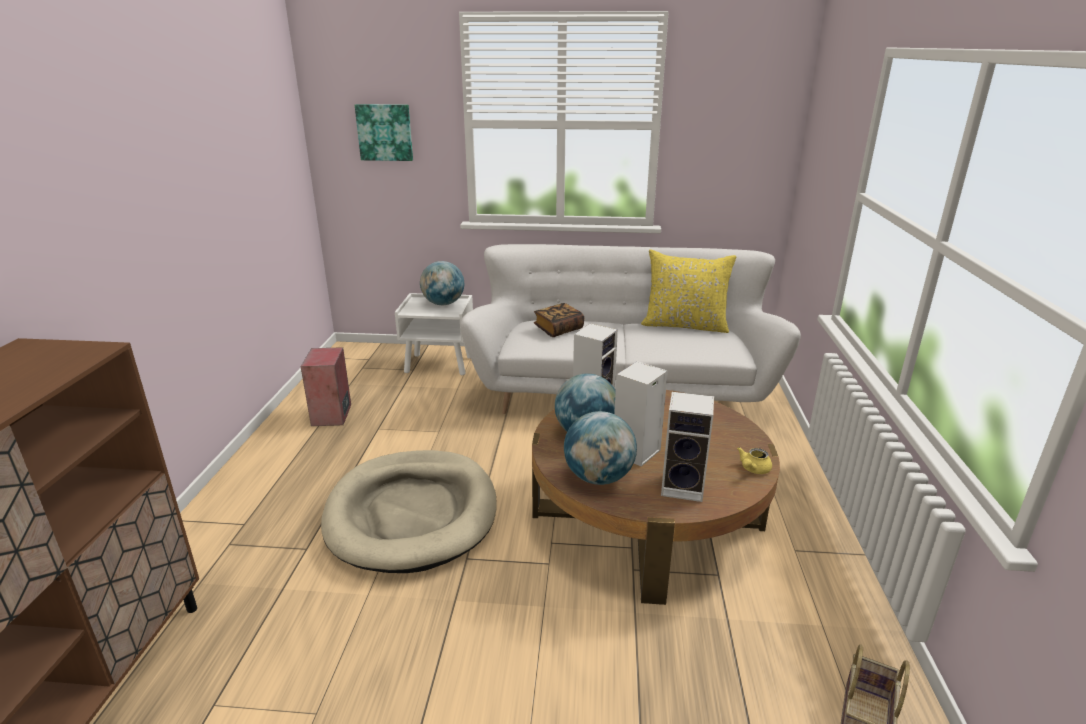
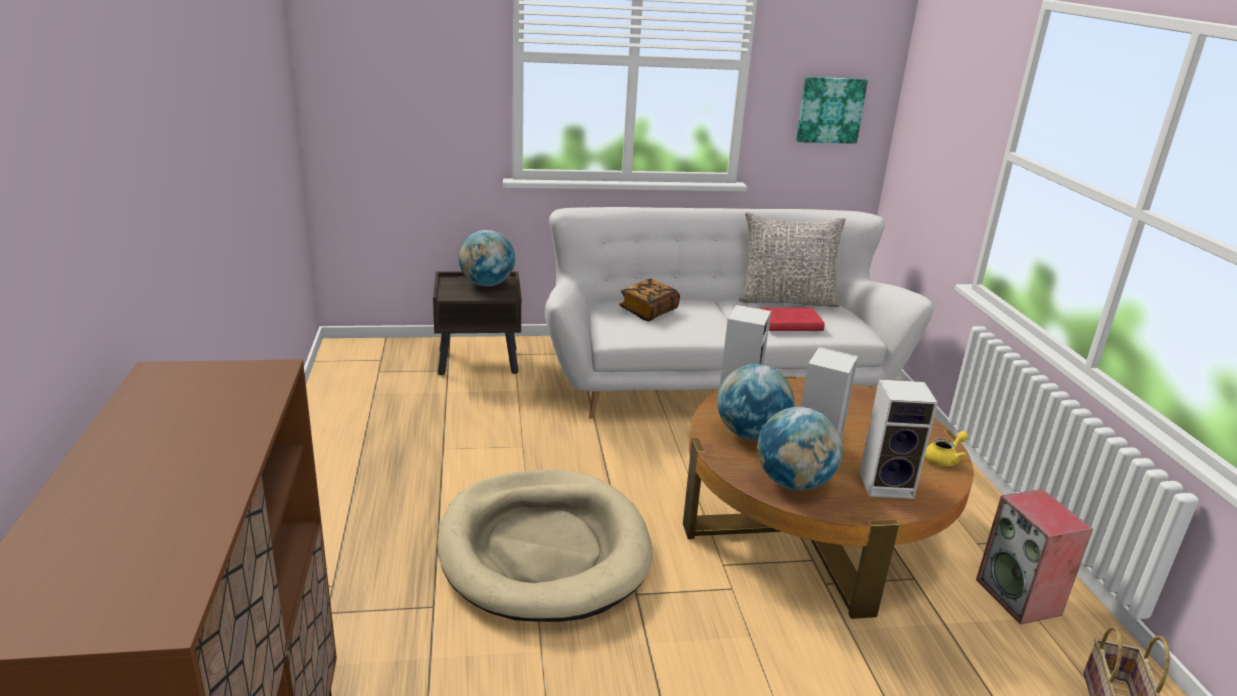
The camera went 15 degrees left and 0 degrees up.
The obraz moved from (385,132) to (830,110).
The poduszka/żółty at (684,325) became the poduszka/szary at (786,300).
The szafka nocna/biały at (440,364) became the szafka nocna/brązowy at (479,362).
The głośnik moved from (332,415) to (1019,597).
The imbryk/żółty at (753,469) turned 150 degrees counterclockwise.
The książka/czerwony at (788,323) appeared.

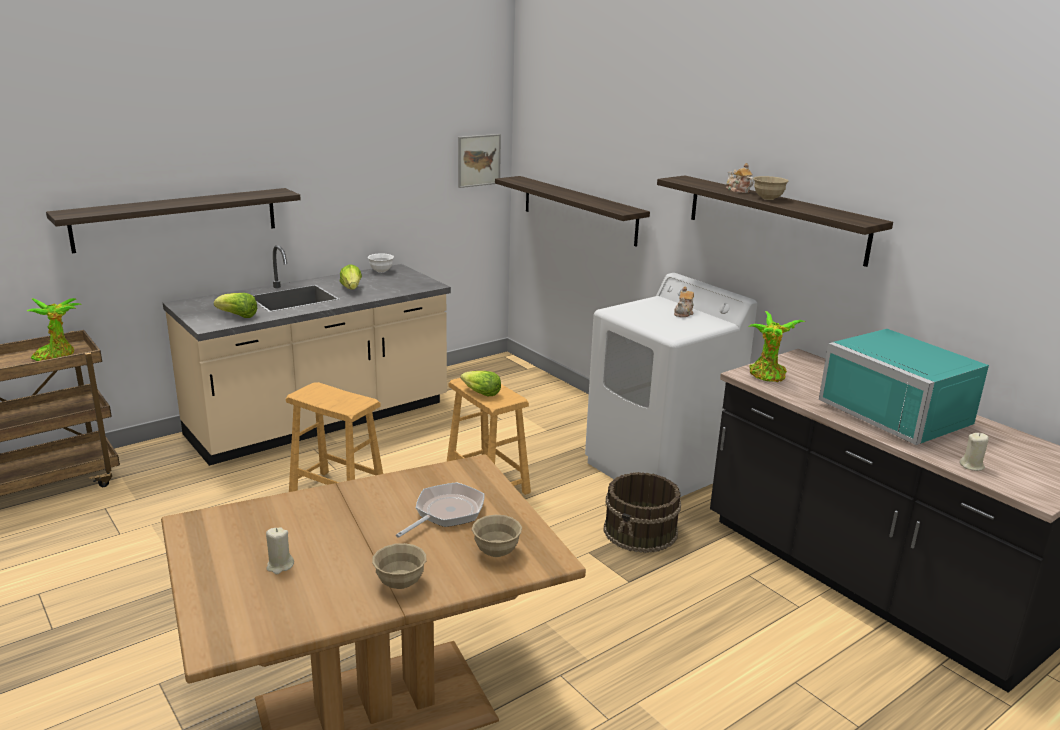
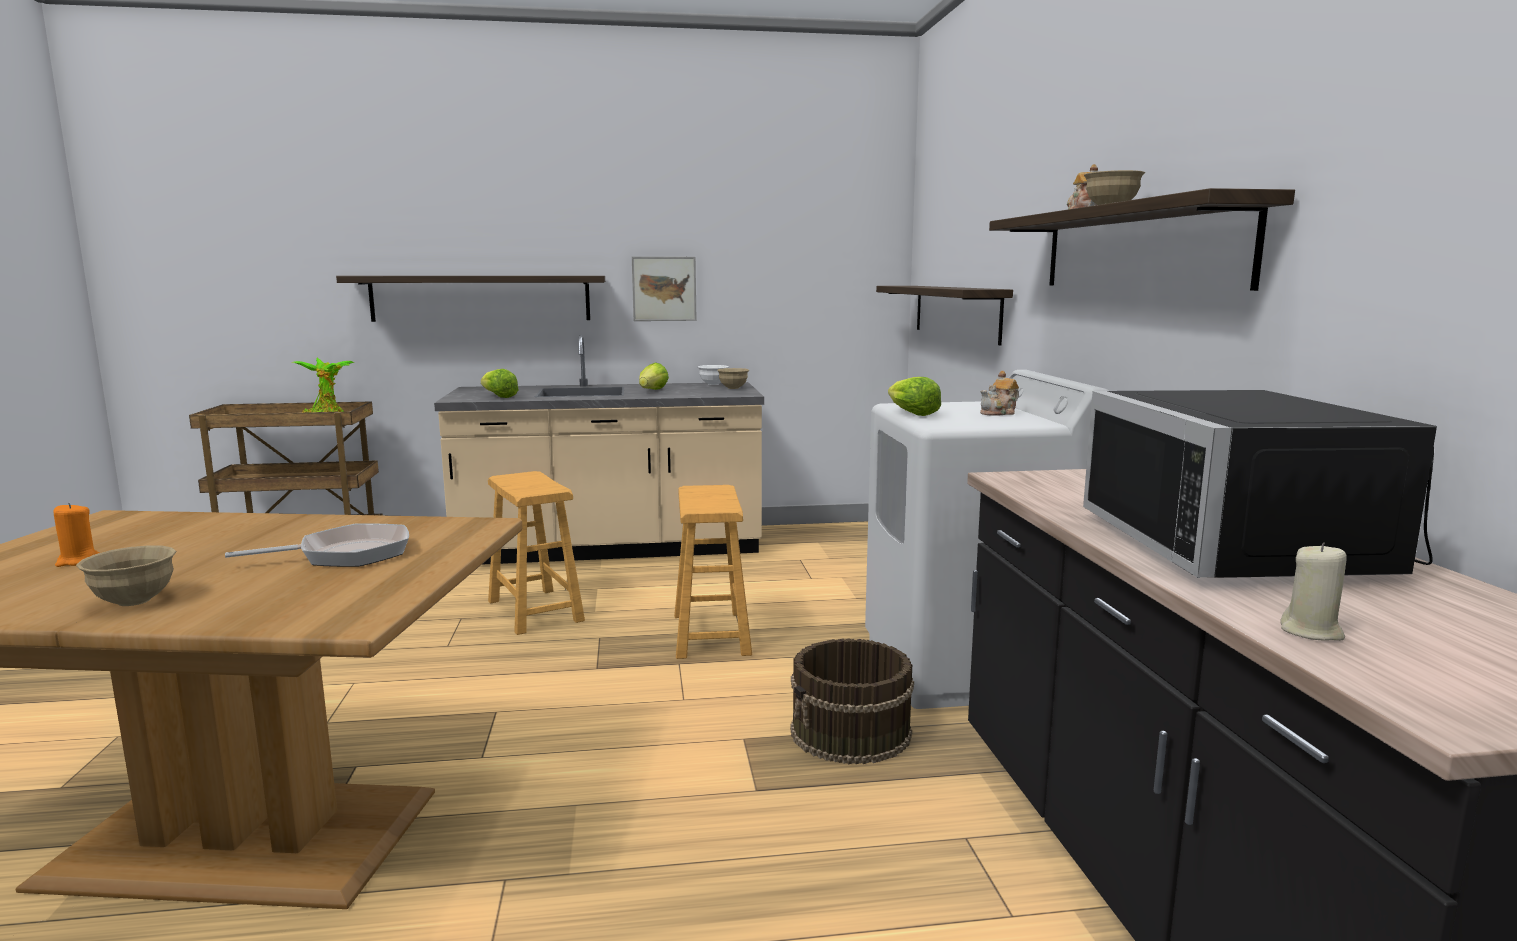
The camera went 30 degrees right and 10 degrees down.
The obraz moved from (478,160) to (664,288).
The roślina doniczkowa at (767,376) disappeared.
The mikrofalówka/turkusowy at (901,414) became the mikrofalówka/czarny at (1248,546).
The sałata moved from (480,393) to (911,414).
The miska/beżowy moved from (496,552) to (733,388).
The świeca/beżowy at (279,566) became the świeca/pomarańczowy at (78,561).

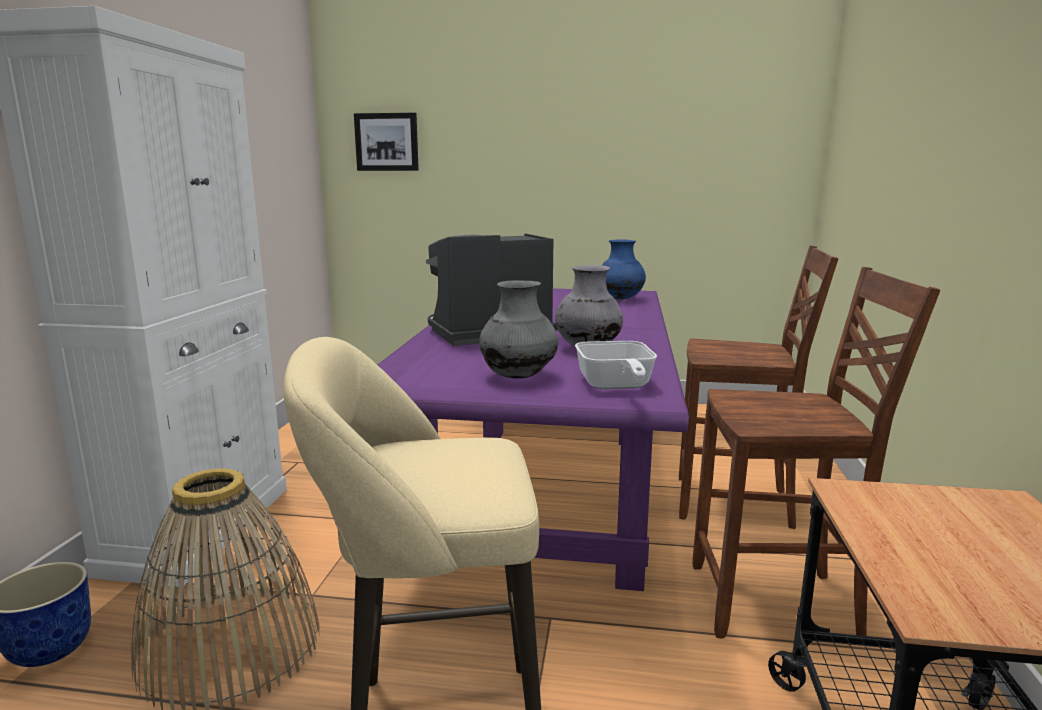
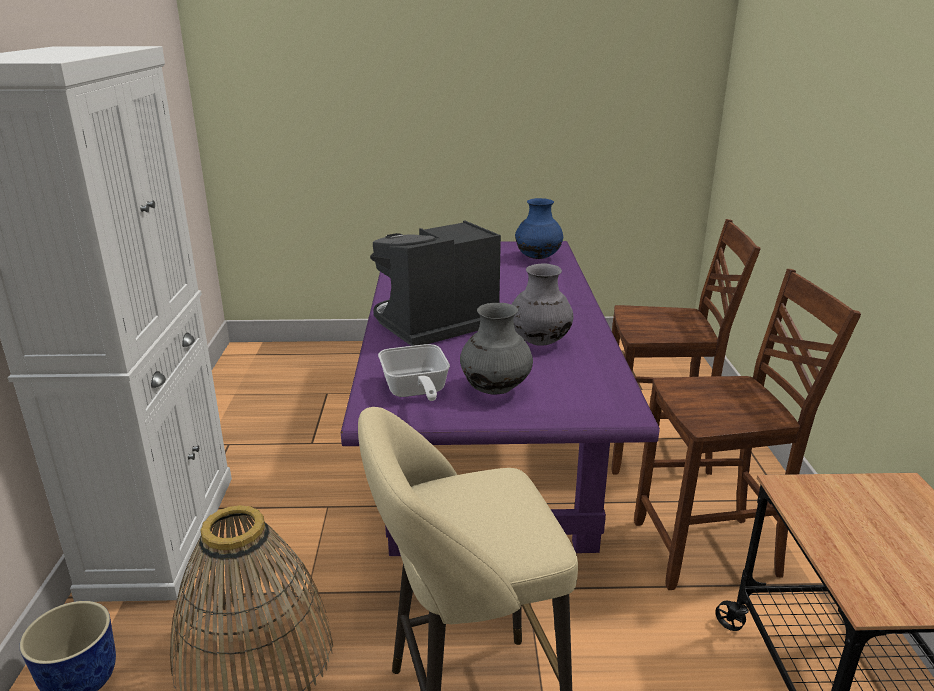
The camera went 10 degrees left and 10 degrees up.
The obraz at (387,142) disappeared.
The patelnia moved from (614,386) to (415,391).

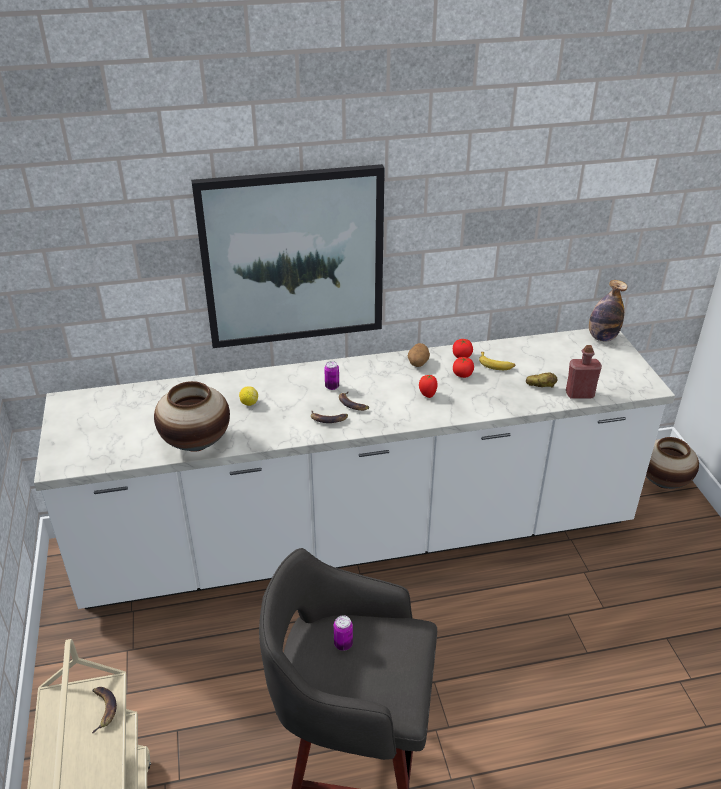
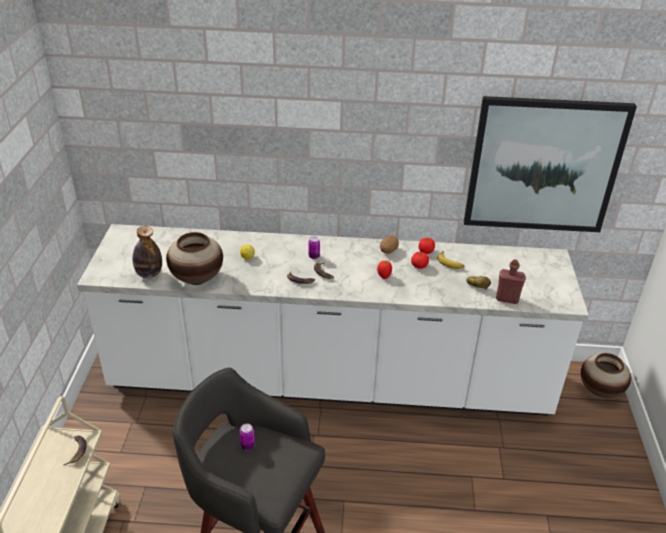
The camera went 15 degrees right and 0 degrees up.
The obraz moved from (293,258) to (543,166).
The butelka moved from (602,337) to (149,274).

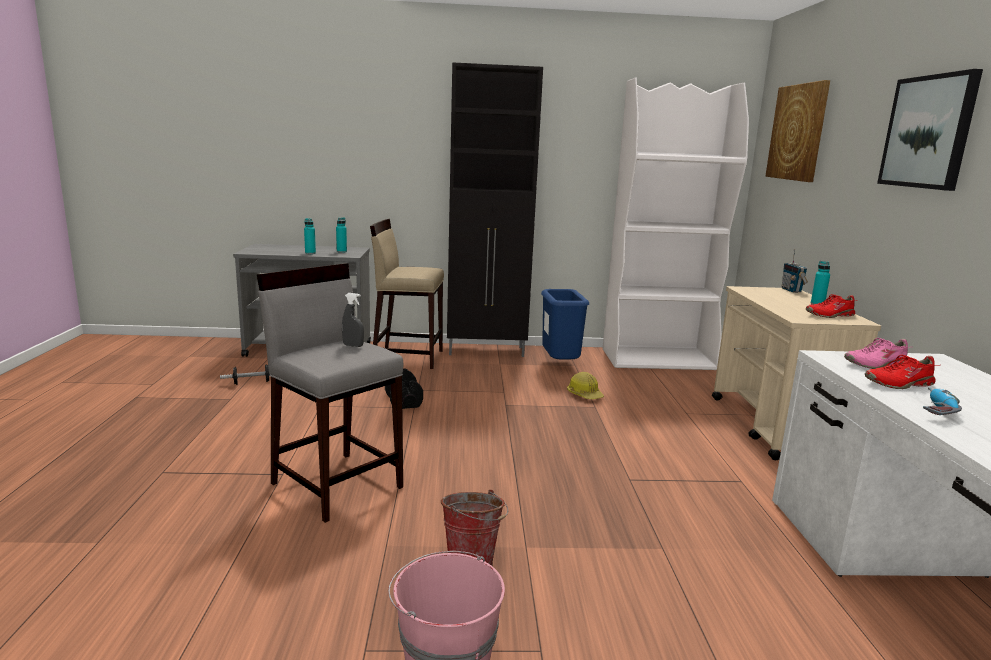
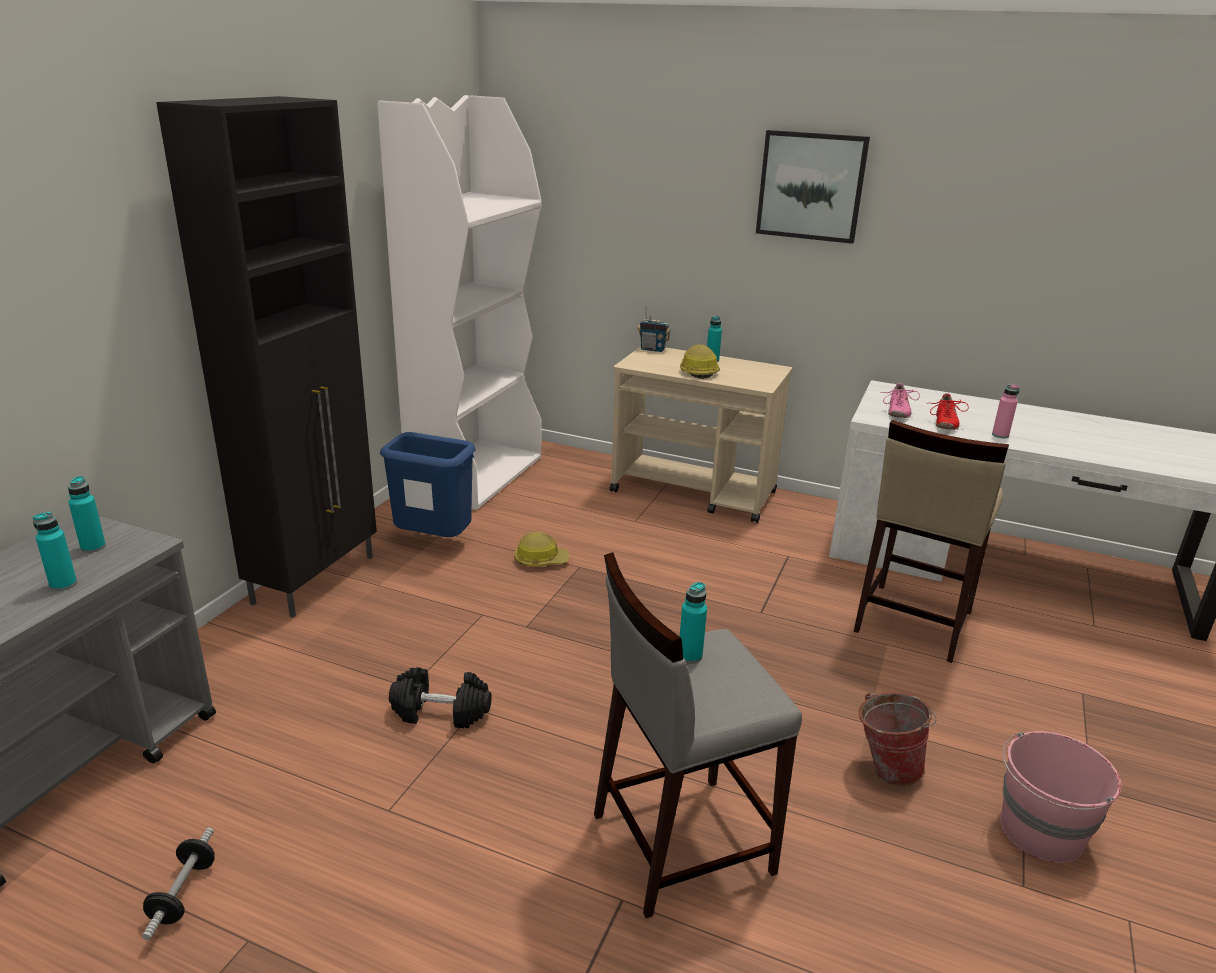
The camera went 65 degrees left and 10 degrees up.
The obraz at (798,132) disappeared.
The stołek/beżowy moved from (407,357) to (911,621).
The spryskiwacz/szary at (353,345) was replaced by the butelka/turkusowy at (690,656).
The but/czerwony at (829,315) disappeared.
The wiertarka at (934,410) was replaced by the butelka/różowy at (1000,435).
The kask at (697,371) appeared.

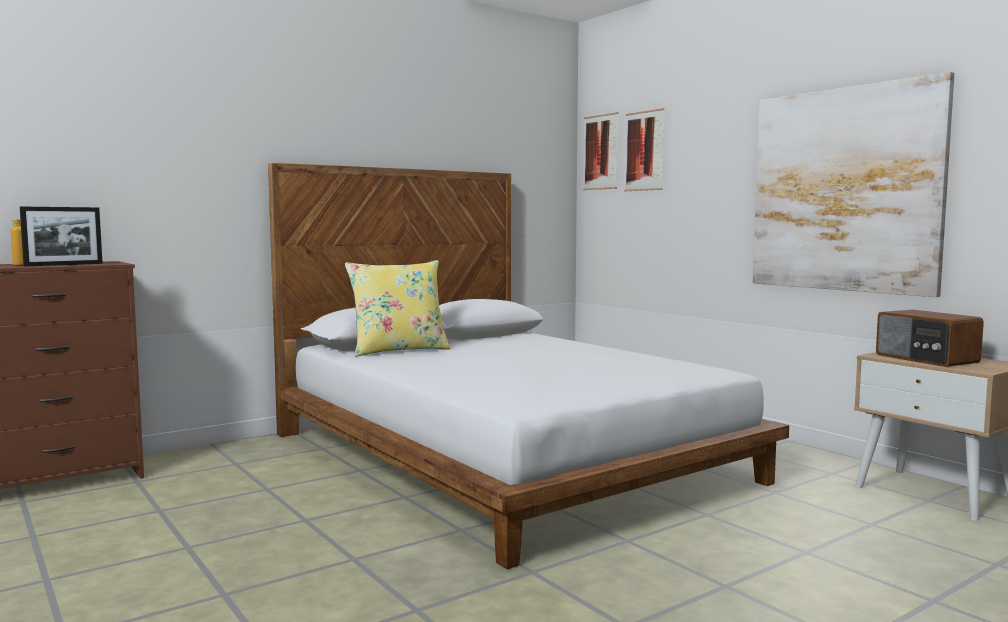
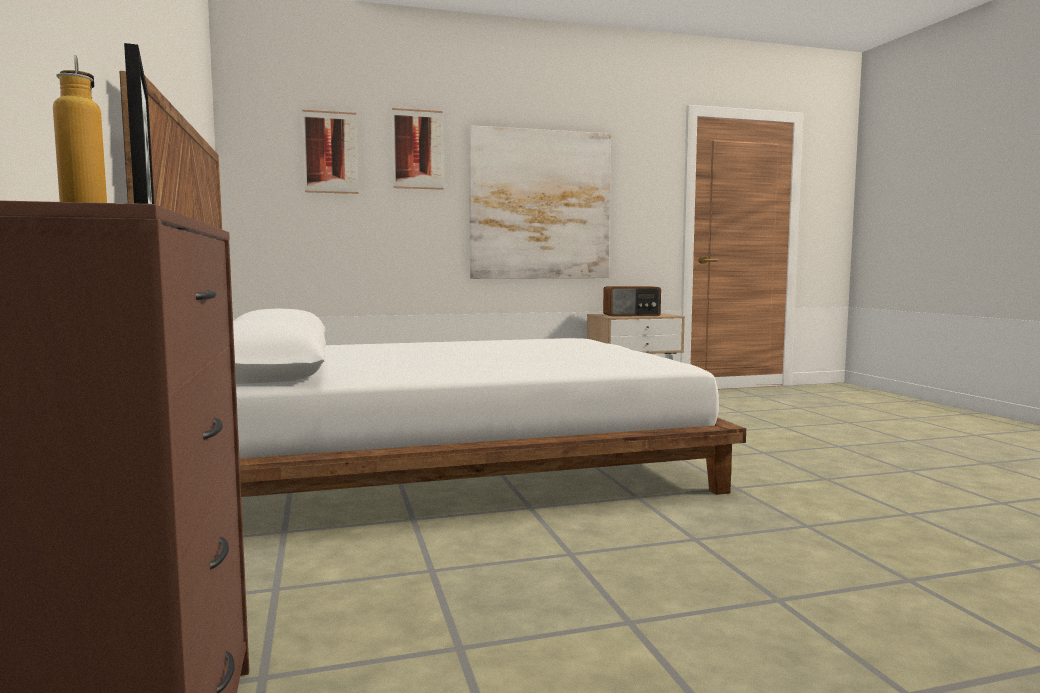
The camera went 70 degrees left and 0 degrees up.
The obraz moved from (600,152) to (418,149).
The poduszka/żółty at (398,350) disappeared.

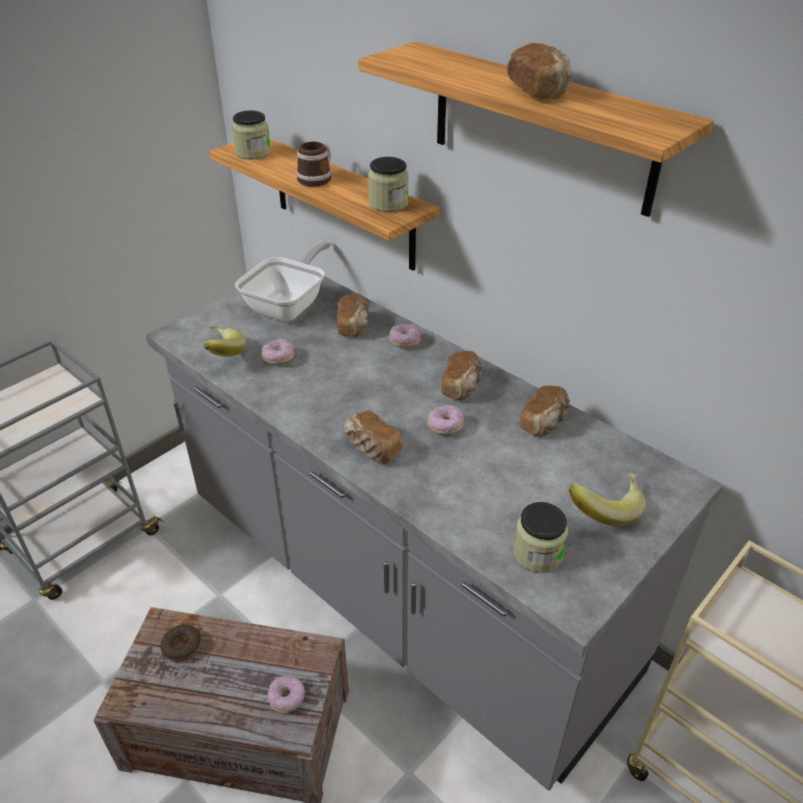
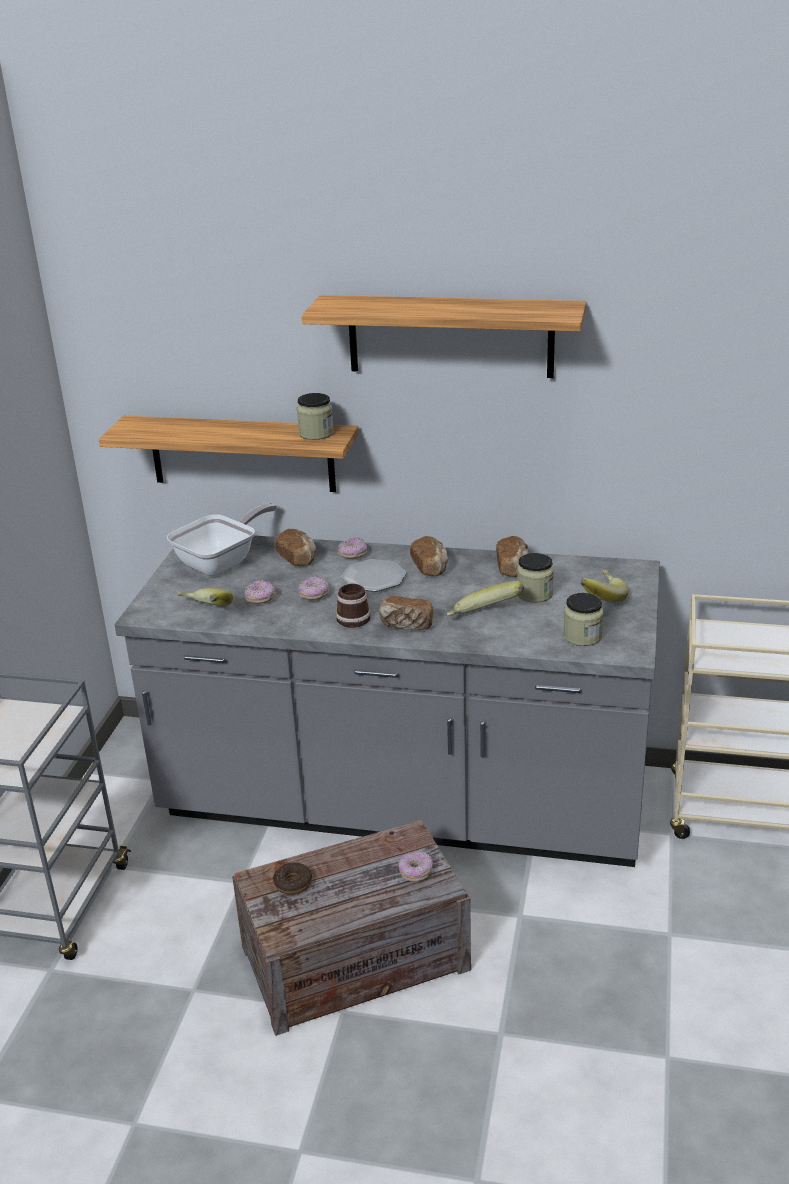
The camera went 30 degrees left and 10 degrees down.
The chleb at (539,91) disappeared.
The słoik moved from (253,153) to (534,594).
The kubek moved from (317,178) to (353,616).
The patelnia at (290,305) turned 45 degrees clockwise.
The donut moved from (445,426) to (314,595).
The talerz at (374,578) appeared.
The banan at (484,618) appeared.

